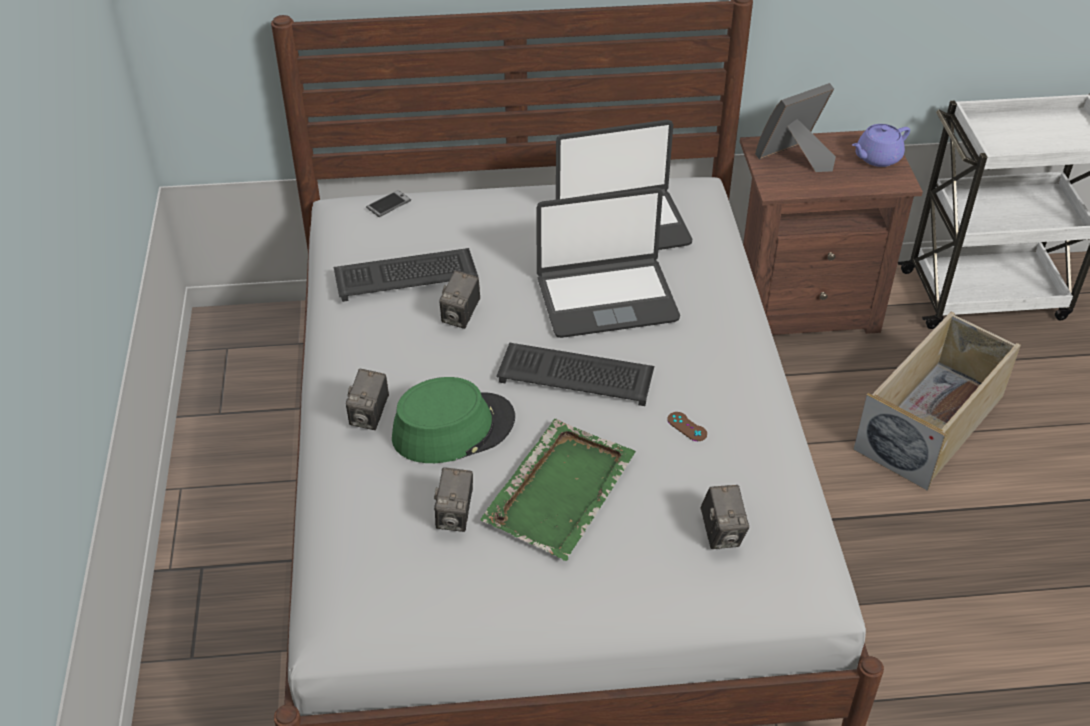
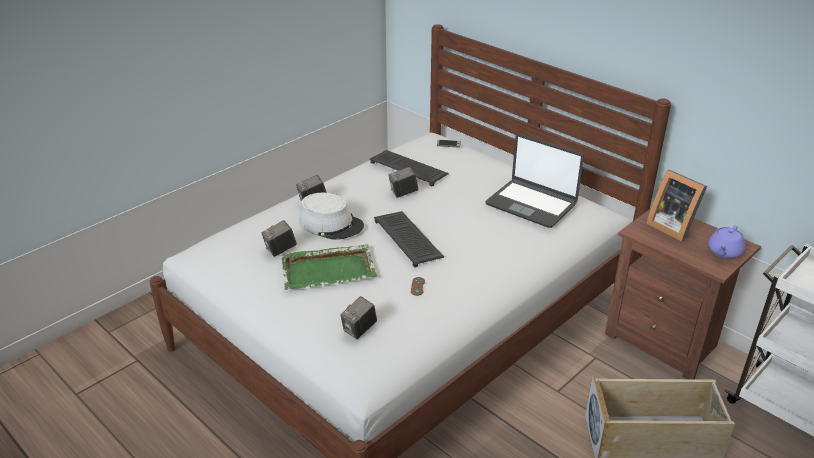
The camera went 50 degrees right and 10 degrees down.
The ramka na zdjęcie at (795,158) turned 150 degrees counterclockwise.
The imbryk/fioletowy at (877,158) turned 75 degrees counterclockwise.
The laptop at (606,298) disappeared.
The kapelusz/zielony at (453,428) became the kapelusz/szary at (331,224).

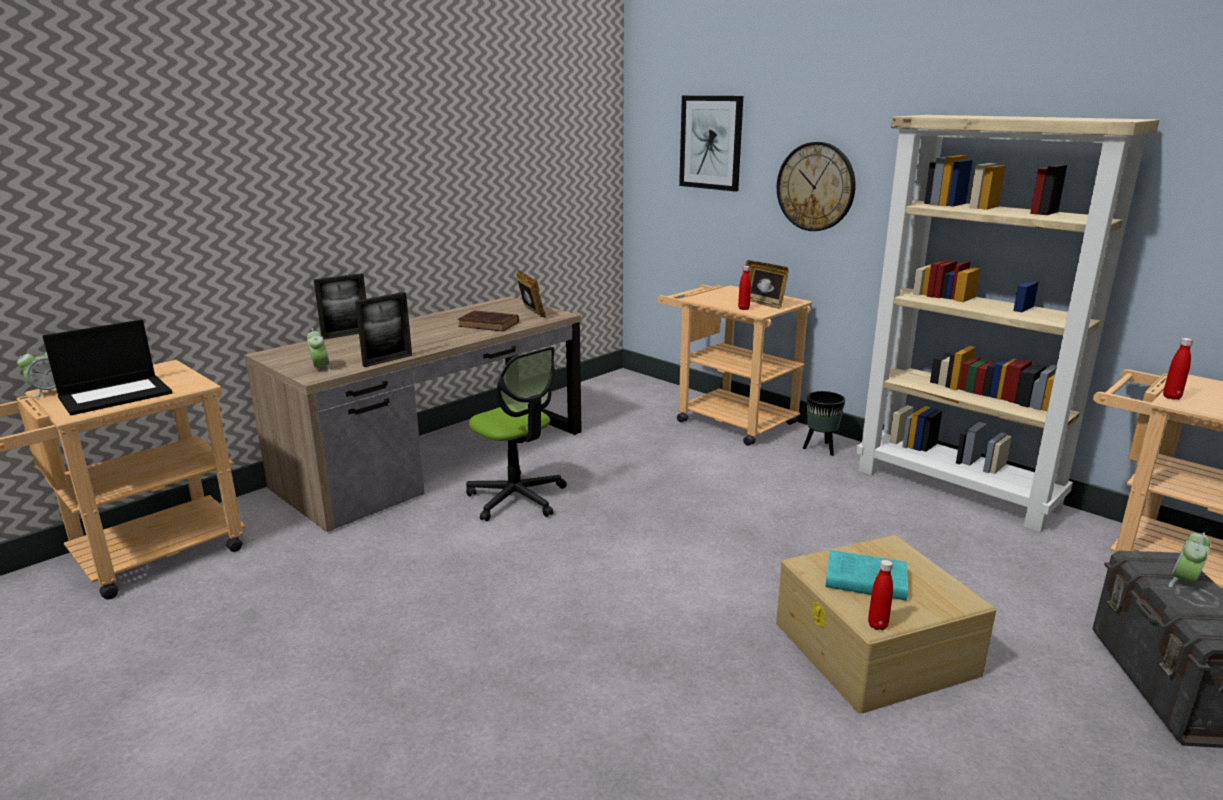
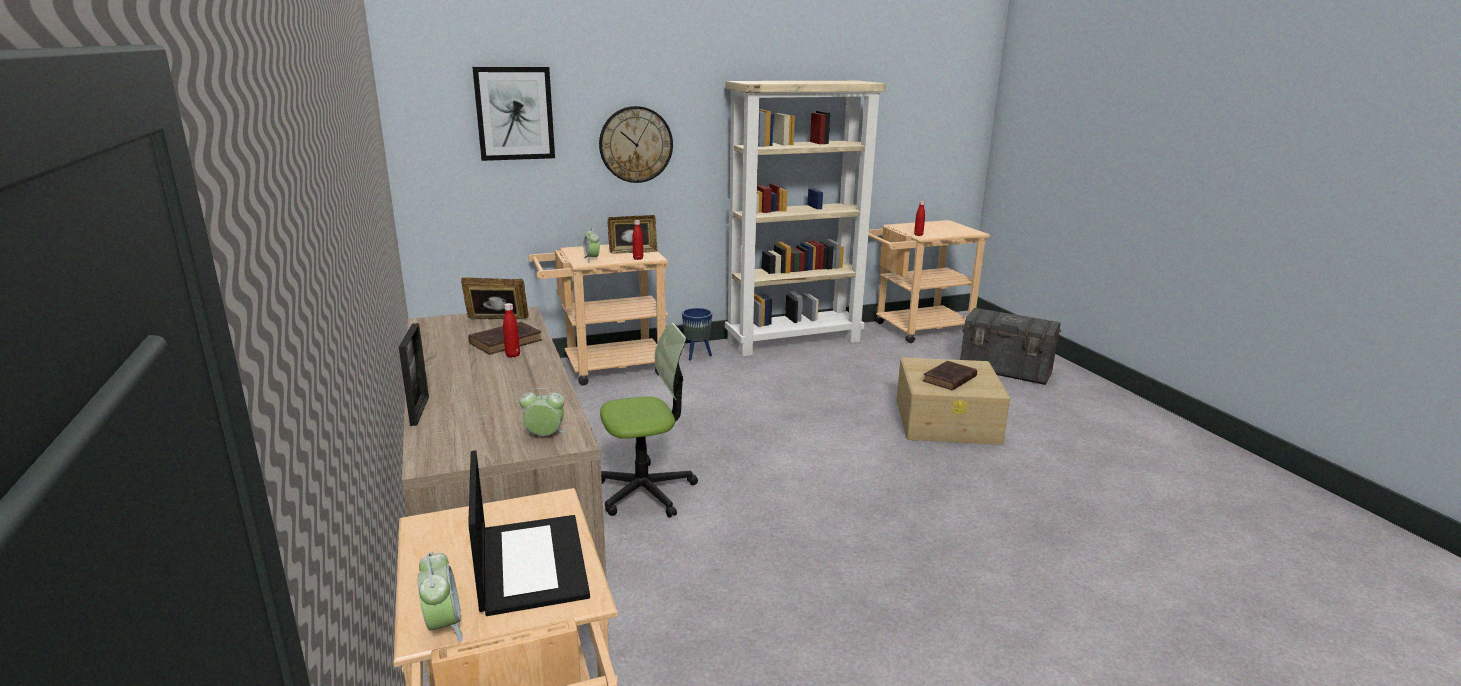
The camera went 65 degrees left and 0 degrees up.
The ramka na zdjęcie at (387,360) disappeared.
The donica/czarny at (821,449) became the donica/niebieski at (697,355).
The budzik moved from (1184,582) to (592,259).
The książka/turkusowy at (863,580) became the książka/brązowy at (948,379).
The butelka/czerwony moved from (877,625) to (513,355).

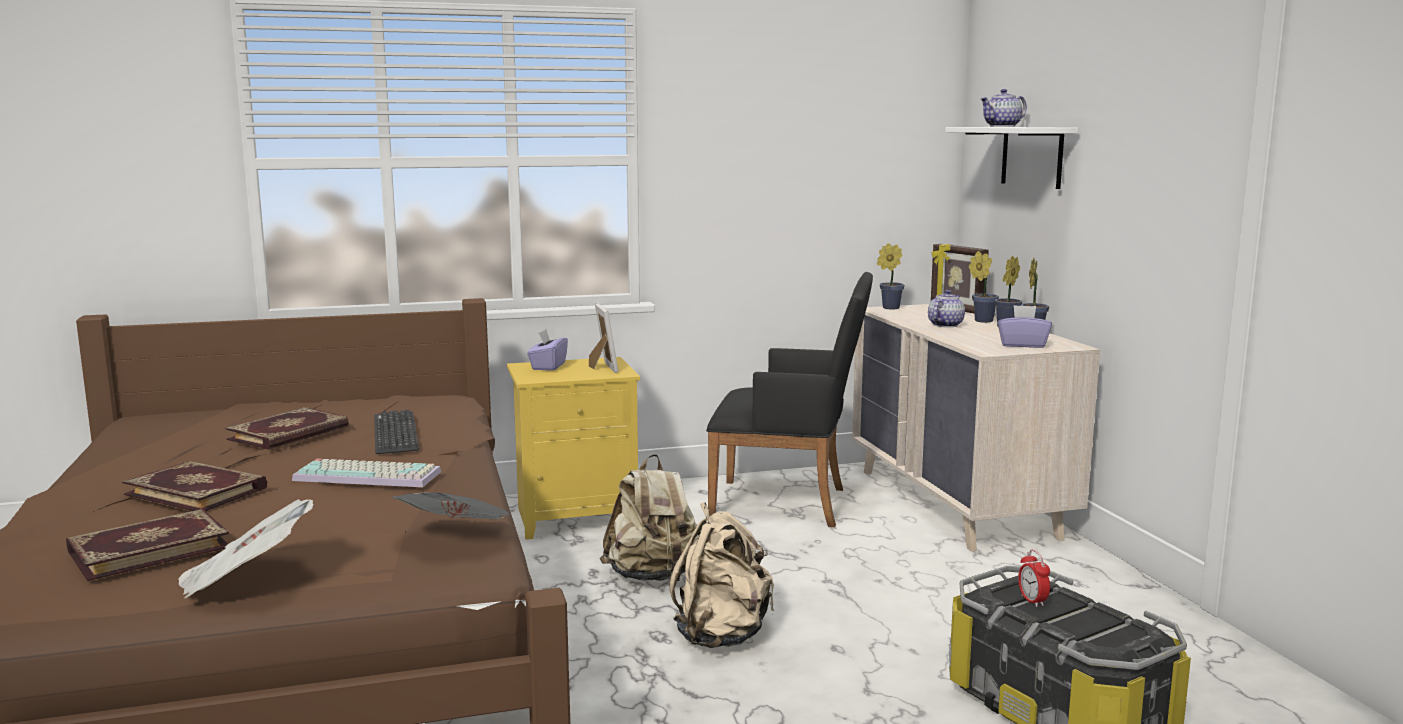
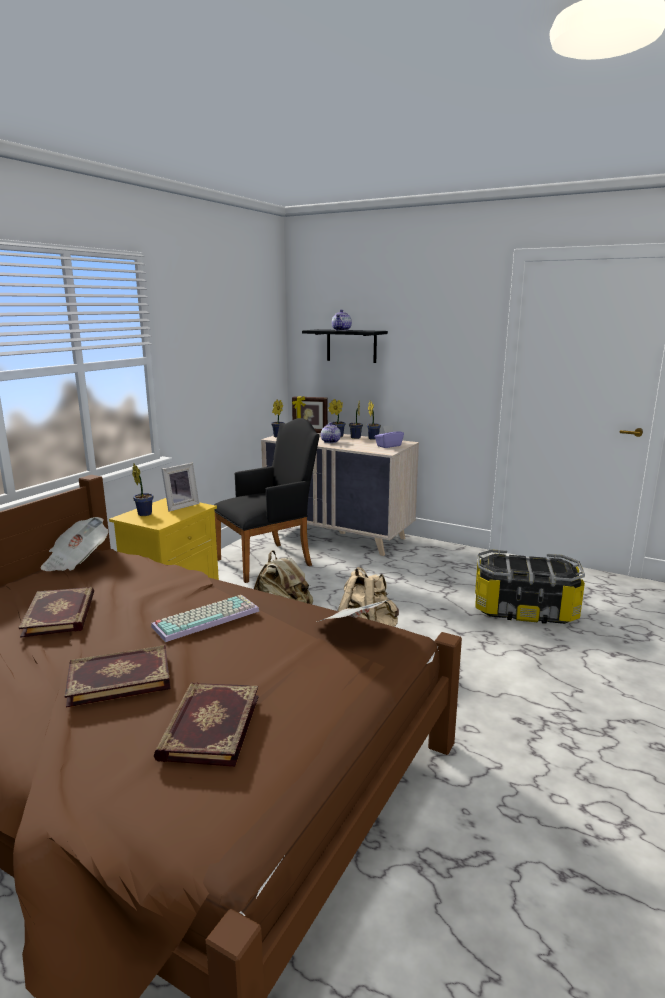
The camera went 45 degrees left and 5 degrees up.
The półka/biały at (1032,156) became the półka/czarny at (351,346).
The ramka na zdjęcie at (601,368) turned 105 degrees clockwise.
The pudełko chusteczek/fioletowy at (548,366) was replaced by the roślina doniczkowa at (144,513).
The klawiatura at (395,433) disappeared.
The gazeta moved from (245,581) to (76,561).
The budzik at (1032,601) disappeared.

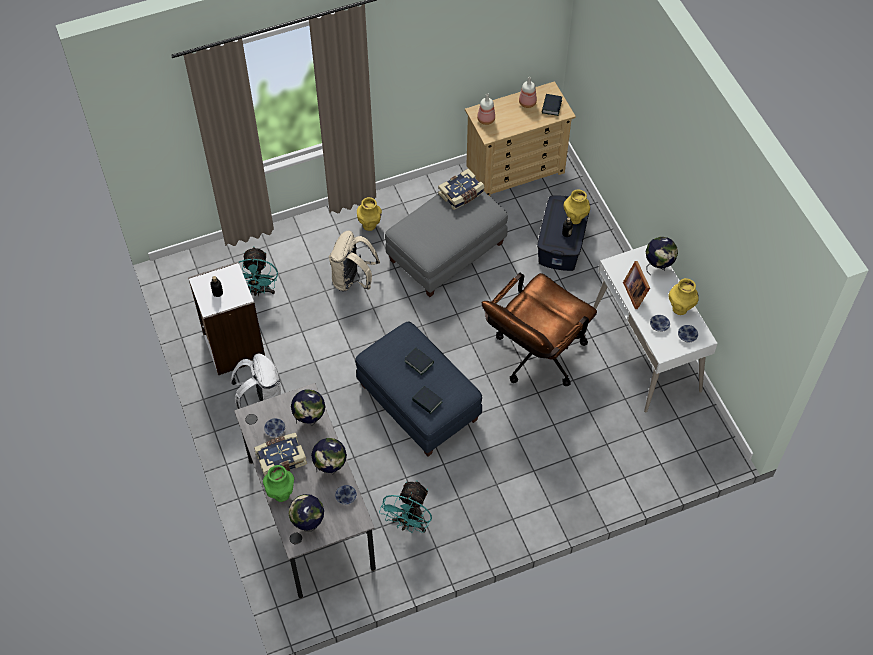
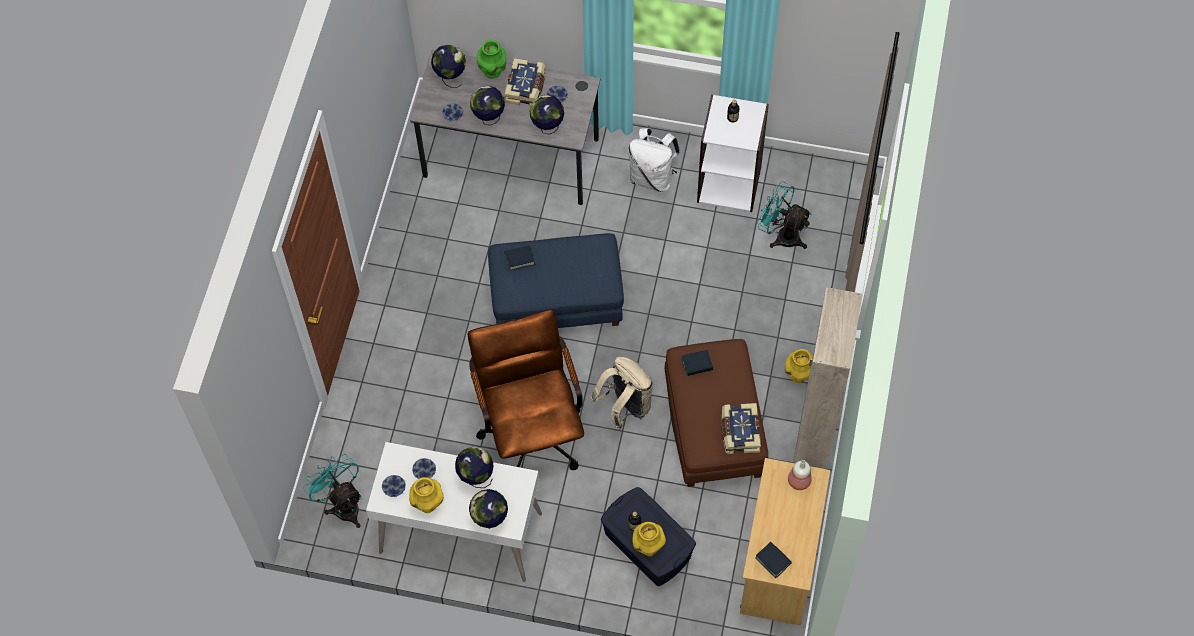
The camera went 125 degrees right and 5 degrees up.
The butelka at (527,102) disappeared.
The pufa/szary at (447,251) became the pufa/brązowy at (714,428).
The plecak/beżowy moved from (353,280) to (625,407).
The ramka na zdjęcie at (636,292) was replaced by the globus at (476,477).
The książka moved from (419,362) to (697,364).
The wentylator/turkusowy moved from (409,523) to (343,505).
The szafa/beżowy at (811,451) appeared.

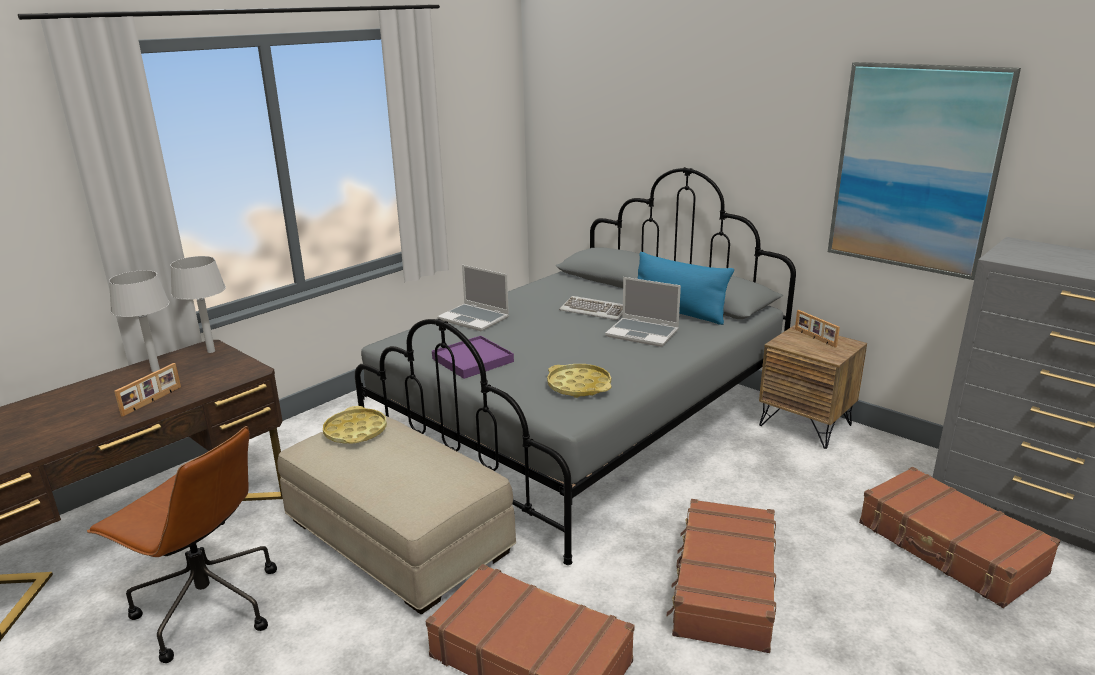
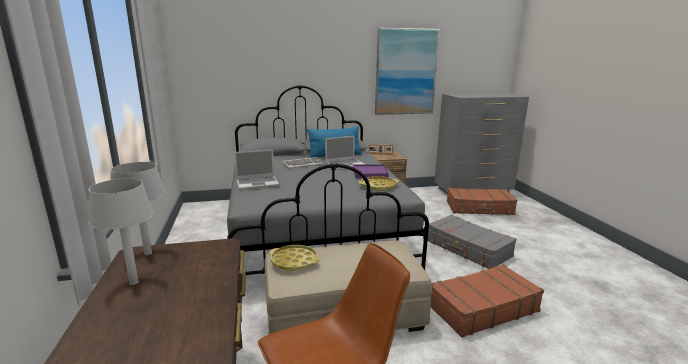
The camera went 55 degrees left and 5 degrees down.
The taca/fioletowy moved from (472,360) to (370,173).
The ramka na zdjęcie at (152,401) disappeared.
The walizka/brązowy at (723,586) became the walizka/szary at (467,249).

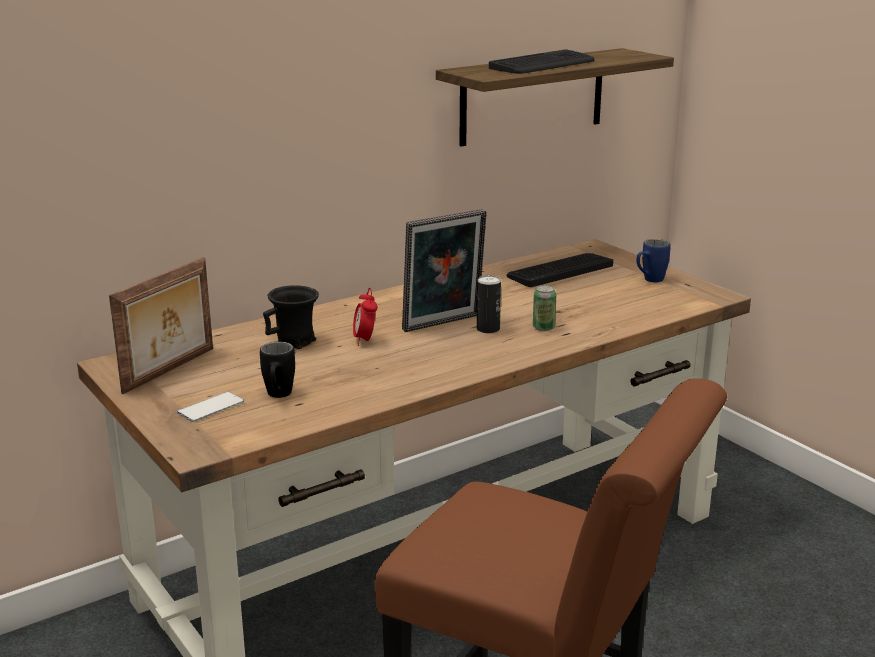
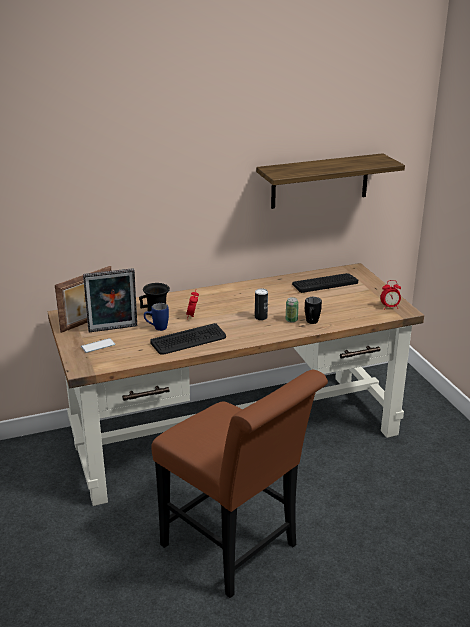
The camera went 15 degrees right and 5 degrees up.
The klawiatura moved from (543,64) to (189,340).
The ramka na zdjęcie moved from (443,324) to (113,329).
The kubek/niebieski moved from (649,280) to (156,328).
The kubek/czarny moved from (278,396) to (311,323).
The budzik at (390,307) appeared.

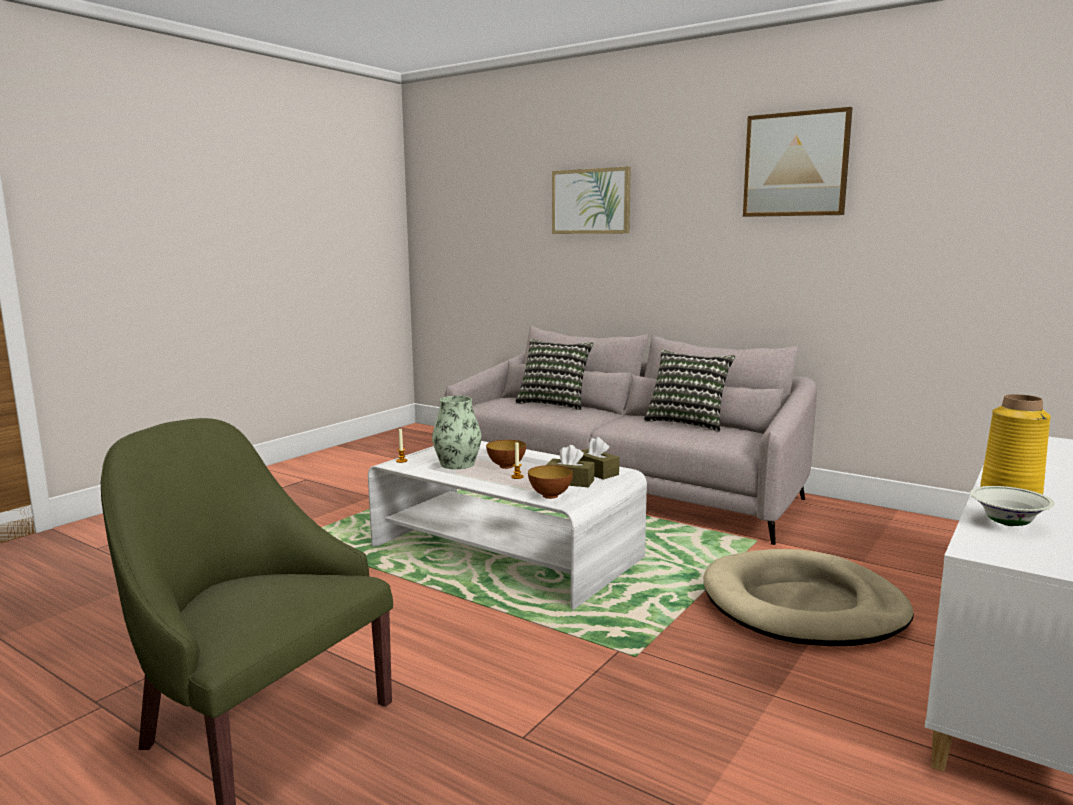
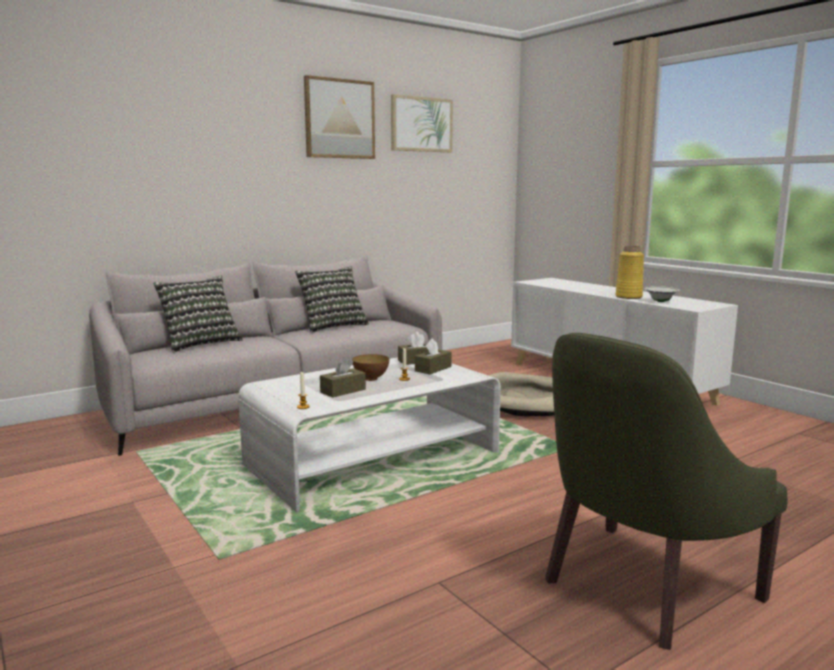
The camera went 70 degrees left and 0 degrees up.
The obraz moved from (591,201) to (421,124).
The wazon at (457,464) was replaced by the pudełko chusteczek/brązowy at (343,391).
The miska at (550,496) disappeared.

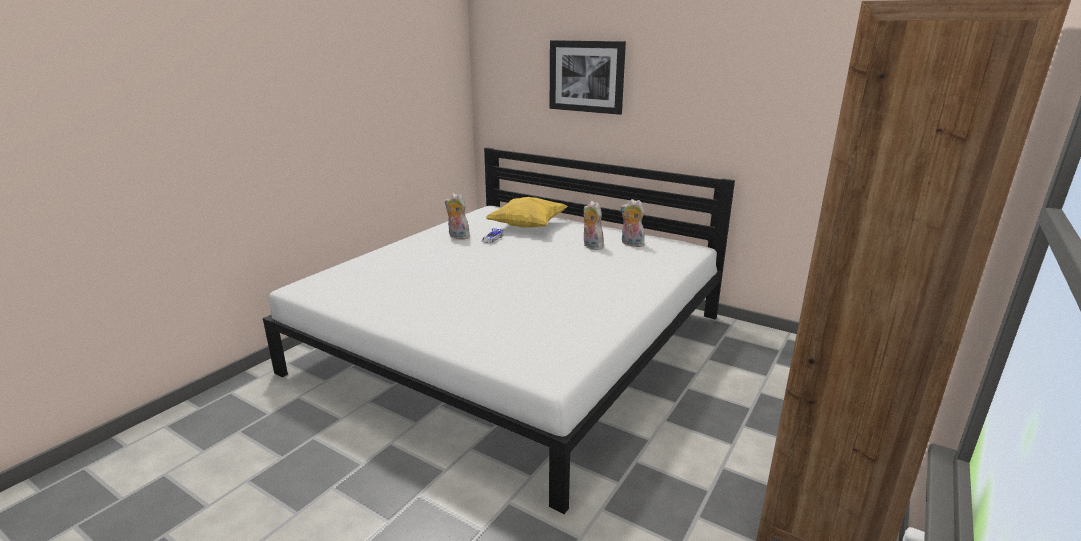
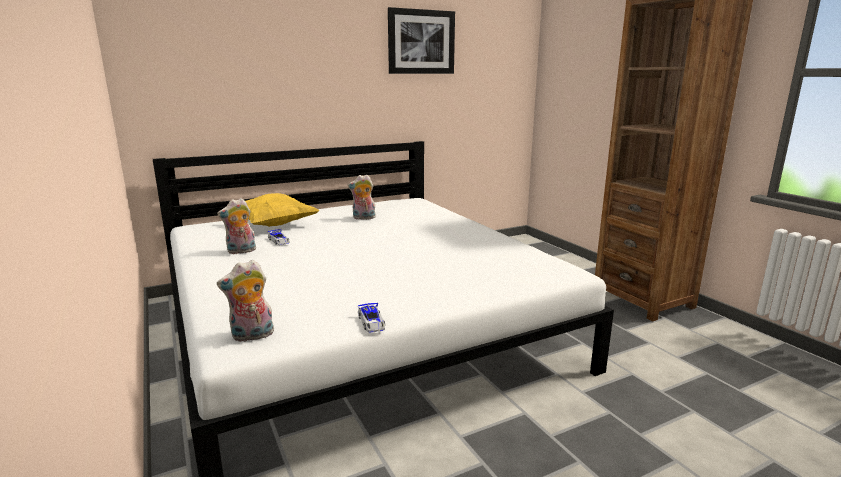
The camera went 60 degrees left and 5 degrees down.
The obraz moved from (586,76) to (421,42).
The pluszak moved from (631,244) to (252,336).
The samochodzik at (372,322) appeared.

